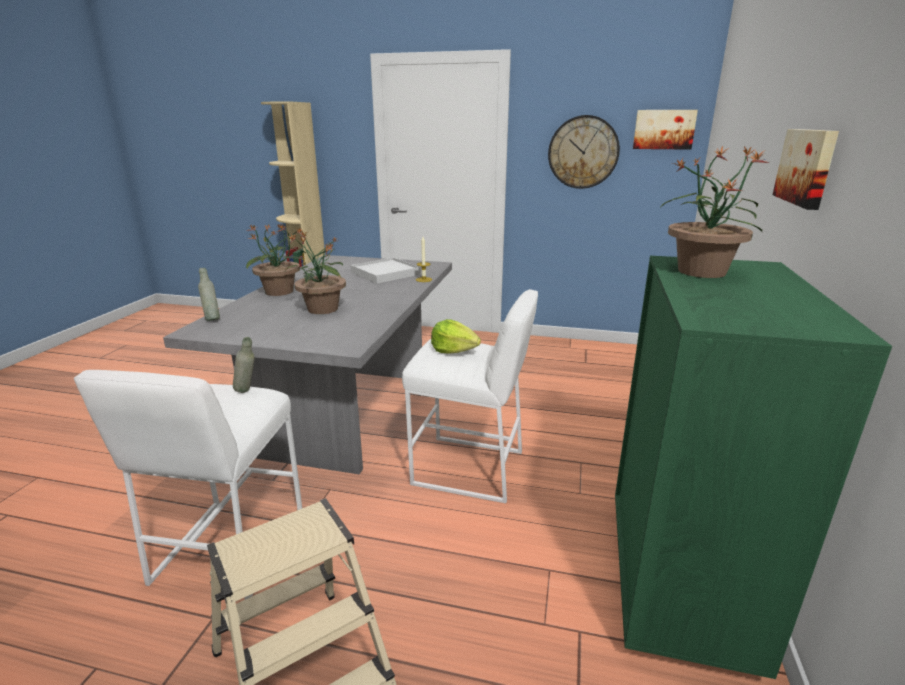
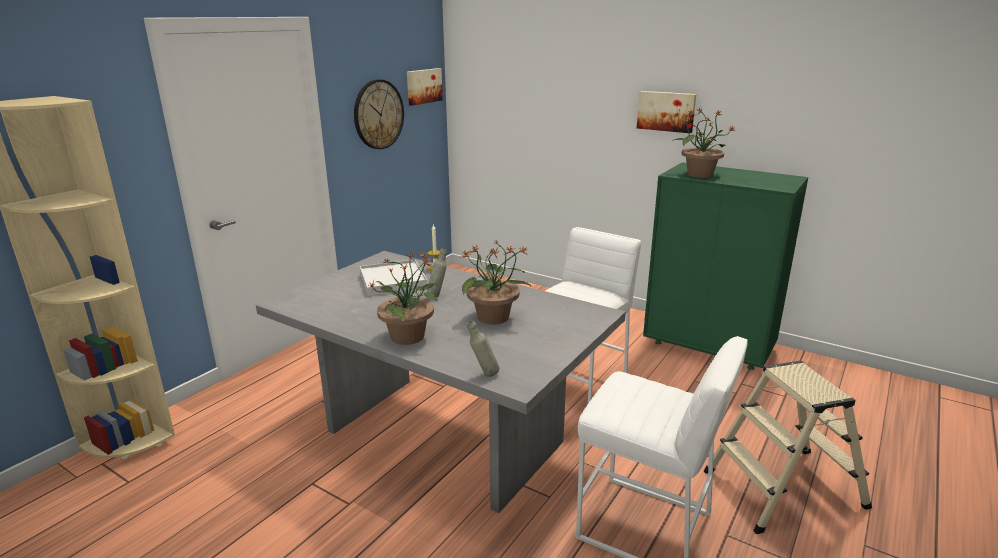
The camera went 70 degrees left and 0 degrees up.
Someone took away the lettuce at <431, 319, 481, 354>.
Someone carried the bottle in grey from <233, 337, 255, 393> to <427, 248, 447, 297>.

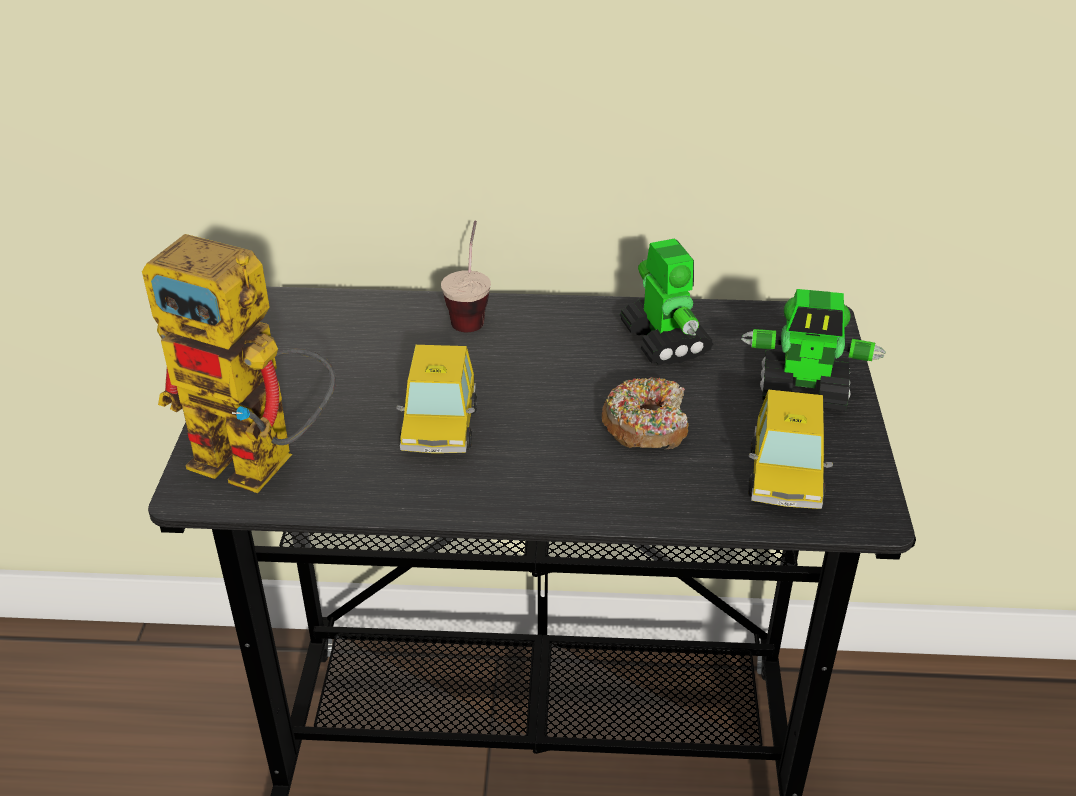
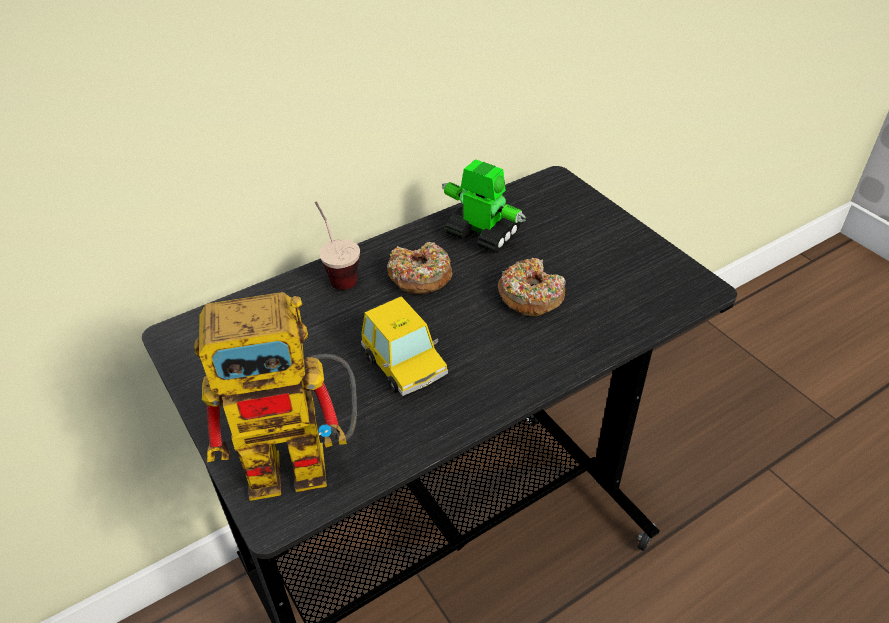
The camera went 35 degrees left and 5 degrees up.
Someone took away the robot figure at <741, 289, 886, 410>.
Someone took away the toy car at <748, 390, 833, 509>.
Someone put down the ring doughnut at <387, 242, 453, 294>.

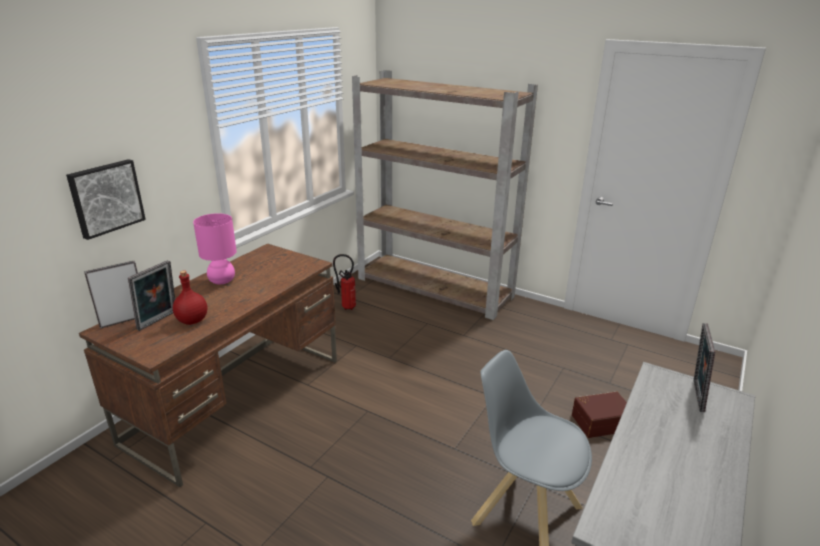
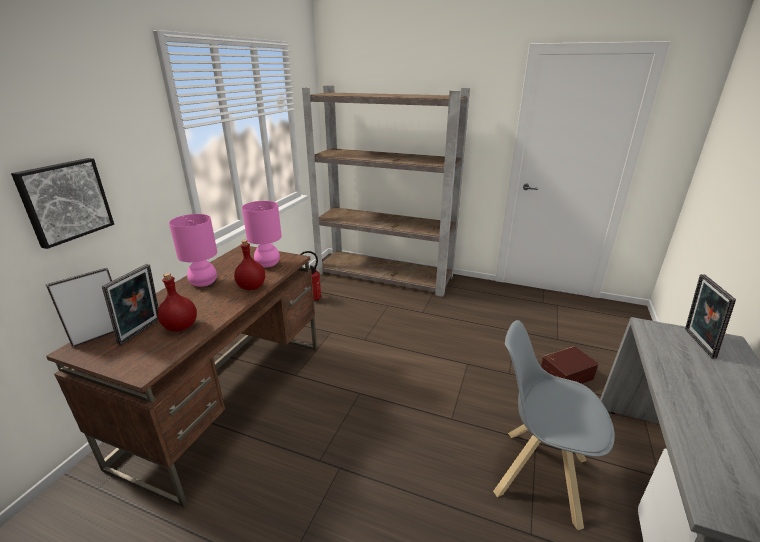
The camera went 10 degrees left and 0 degrees up.
Someone put down the table lamp in pink-coloured at <242, 201, 282, 267>.
Someone put down the bottle in red at <234, 240, 265, 290>.

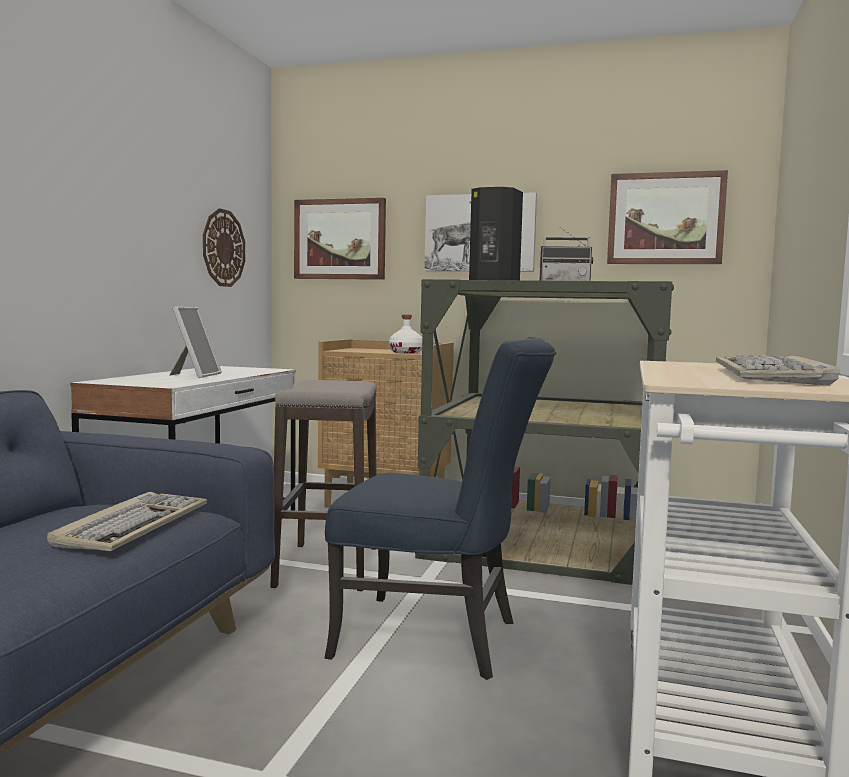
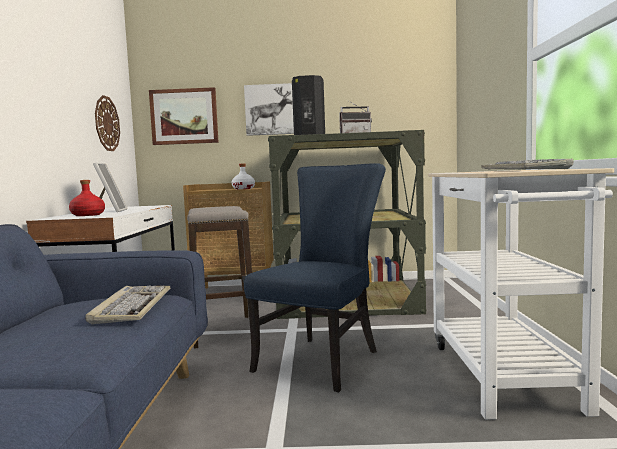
The camera went 15 degrees left and 0 degrees up.
Someone took away the wall picture at <607, 170, 728, 264>.
Someone rotated the upright chair in blue at <324, 337, 556, 680> by 60 degrees counterclockwise.
Someone put down the bottle in red at <69, 180, 105, 216>.

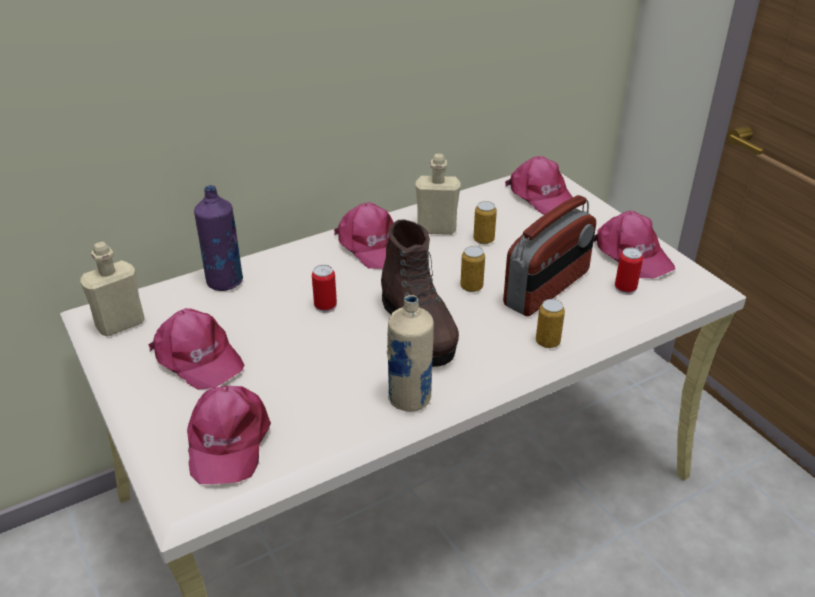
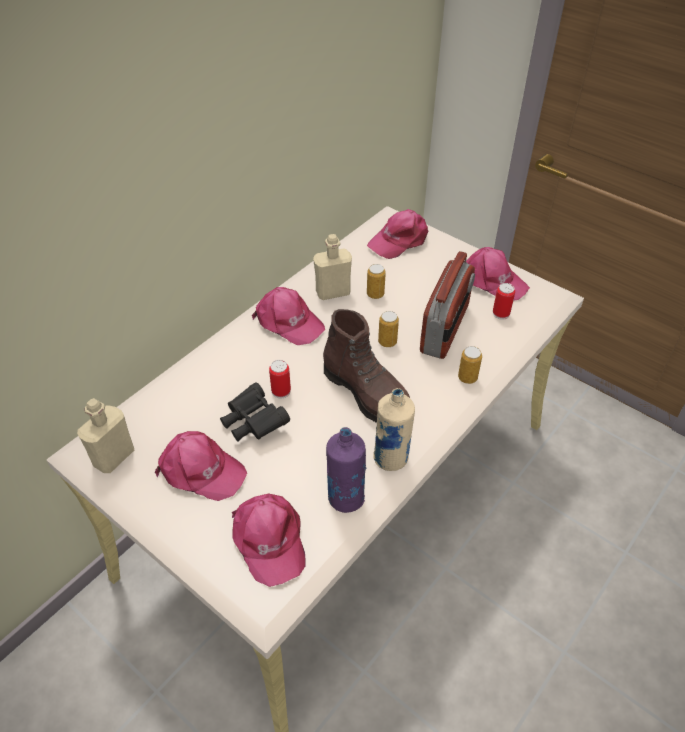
The camera went 20 degrees left and 10 degrees up.
Someone rotated the peaked cap in pink-coloured at <505, 156, 573, 215> by 105 degrees clockwise.
Someone carried the bottle in purplish from <194, 185, 243, 291> to <326, 427, 366, 513>.
Someone put down the binoculars in black-coloured at <220, 382, 290, 442>.

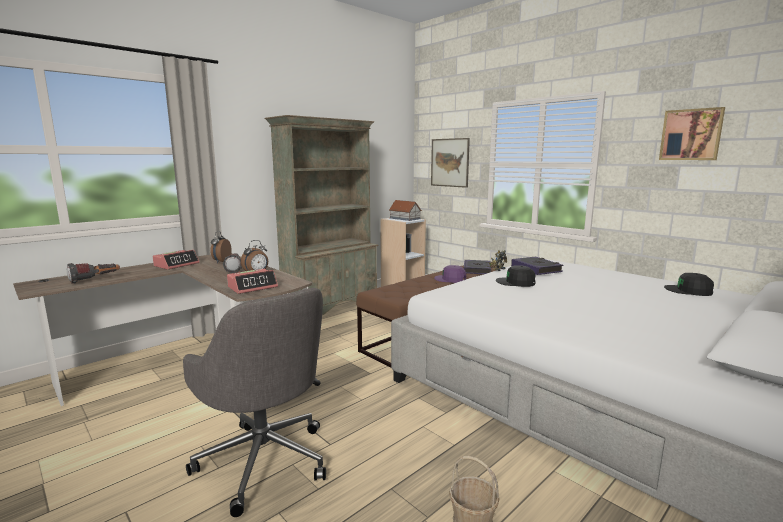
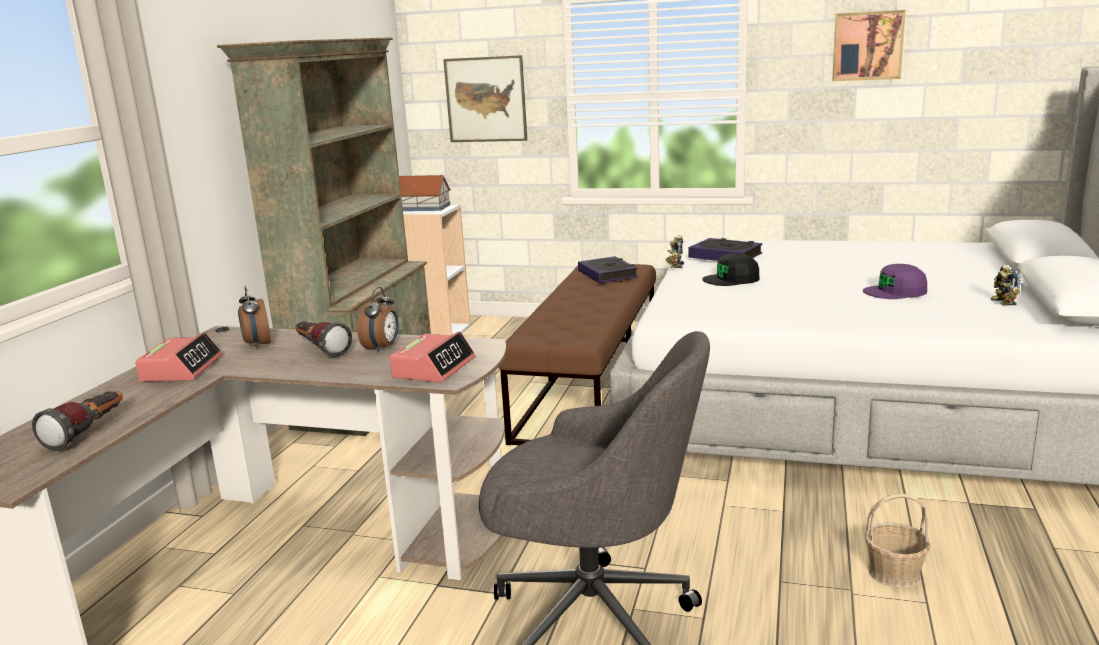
The camera went 30 degrees left and 5 degrees up.
Someone carried the peaked cap in purplish from <434, 265, 466, 283> to <863, 264, 927, 299>.
Someone took away the peaked cap in black-coloured at <664, 273, 714, 296>.
Someone put down the robot figure at <990, 265, 1021, 305>.

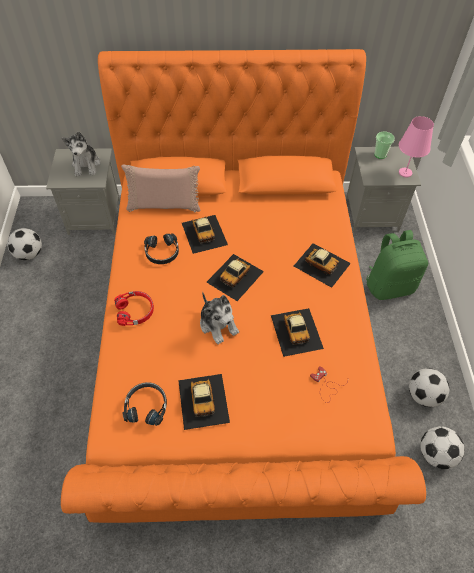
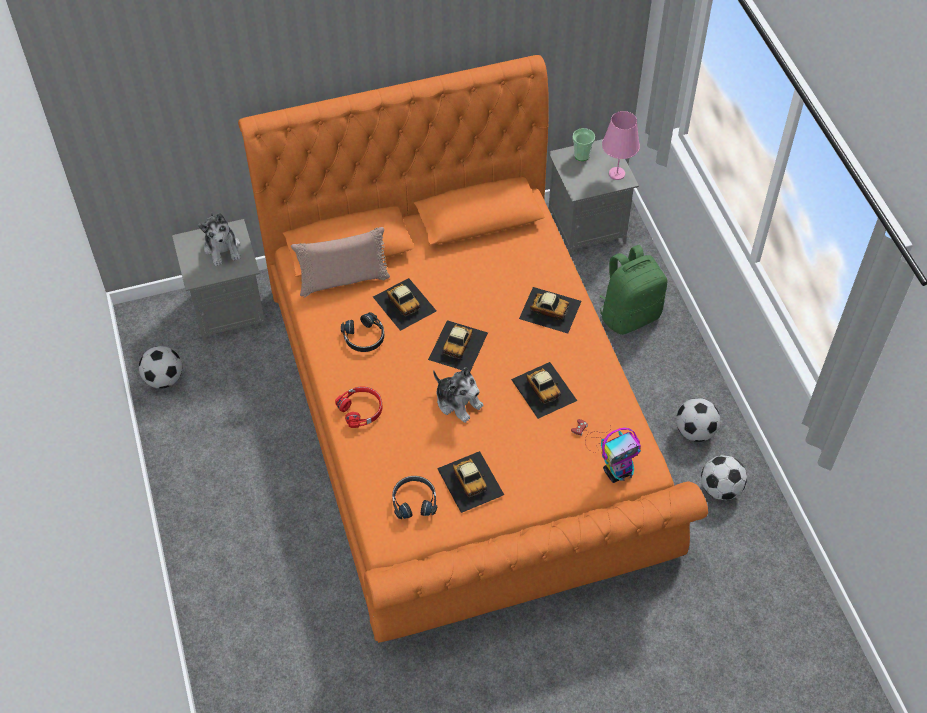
The camera went 15 degrees left and 0 degrees up.
Someone put down the robot figure at <601, 428, 641, 483>.

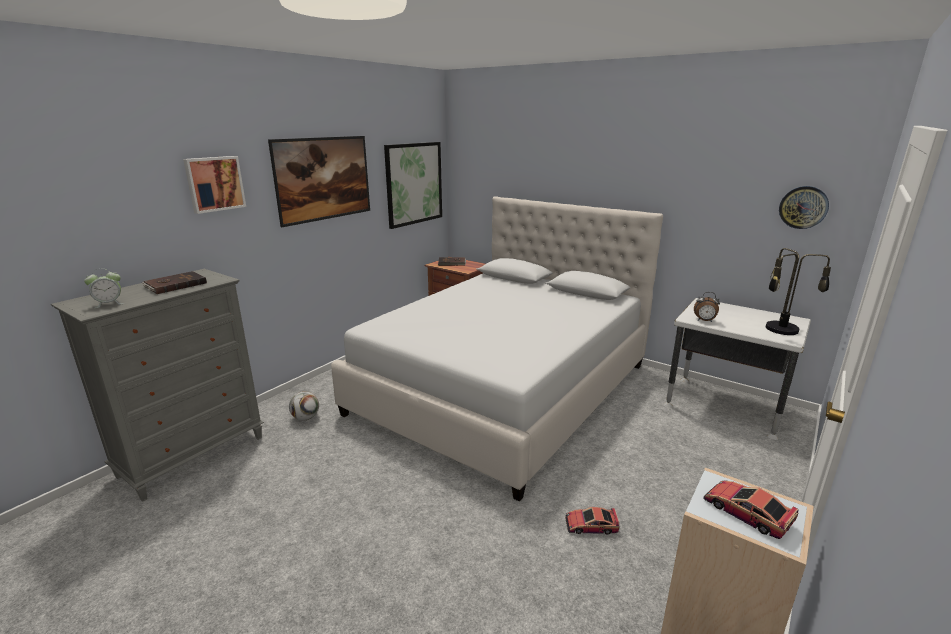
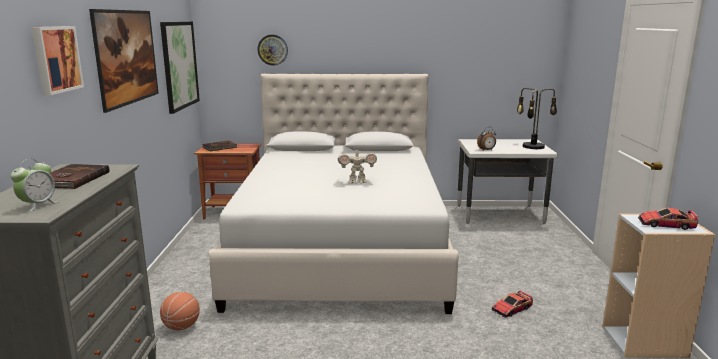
The camera went 35 degrees left and 5 degrees down.
Someone carried the clock on the wall from <779, 186, 829, 229> to <258, 35, 288, 65>.
Someone swapped the ball for football at <289, 391, 319, 420> for the basketball at <160, 292, 200, 330>.
Someone put down the robot figure at <338, 146, 377, 184>.

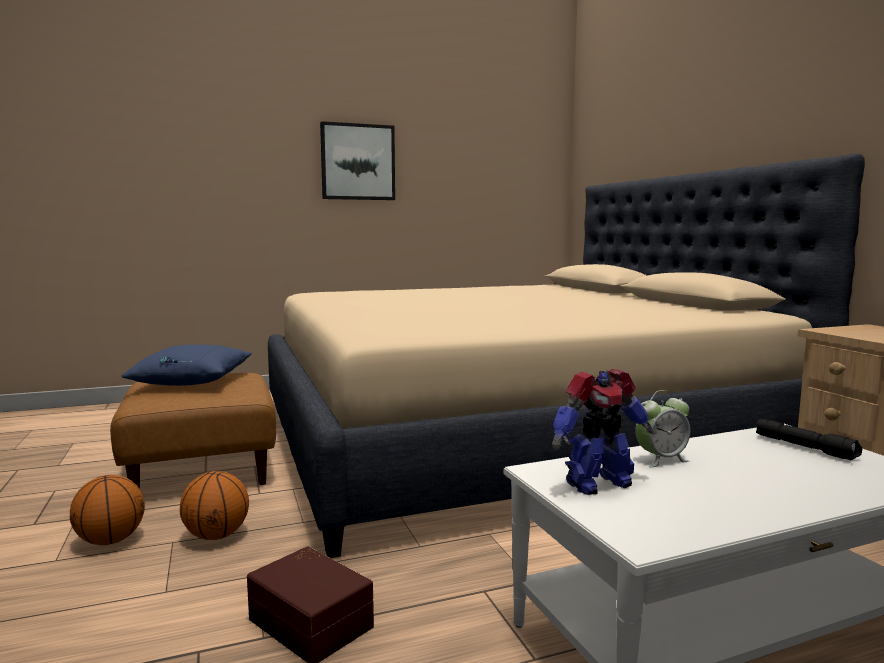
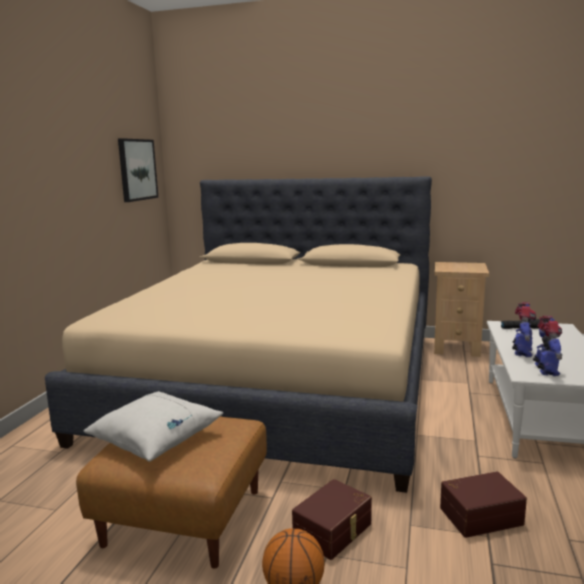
The camera went 55 degrees left and 5 degrees up.
Someone carried the wall picture from <320, 121, 395, 200> to <118, 138, 158, 202>.
Someone repainted the pillow in blue at <122, 345, 252, 386>, which became the pillow in grey at <84, 391, 223, 462>.
Someone swapped the alarm clock at <635, 390, 690, 467> for the robot figure at <512, 302, 537, 357>.
Someone swapped the basketball at <180, 471, 249, 540> for the storage bin in brown-coloured at <292, 479, 372, 560>.

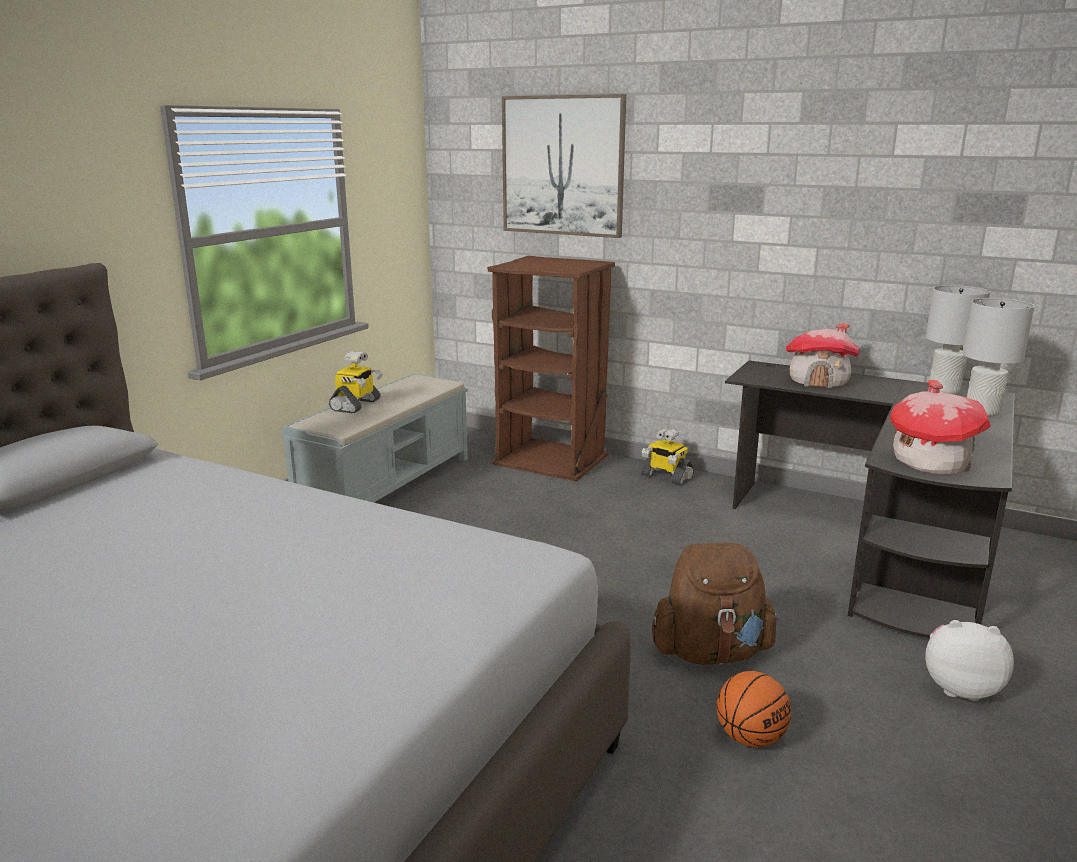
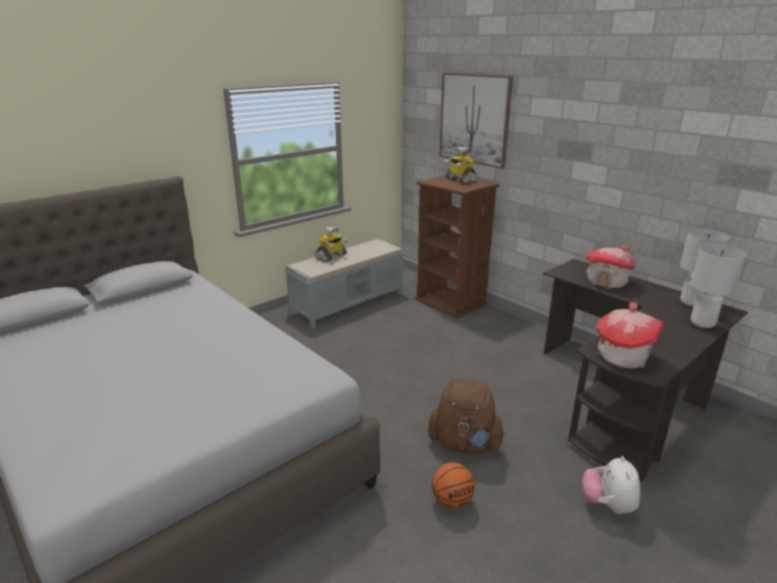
The camera went 20 degrees right and 5 degrees up.
Someone carried the robot figure from <641, 428, 694, 485> to <444, 147, 477, 184>.
Someone rotated the plush toy at <925, 620, 1014, 701> by 120 degrees counterclockwise.

